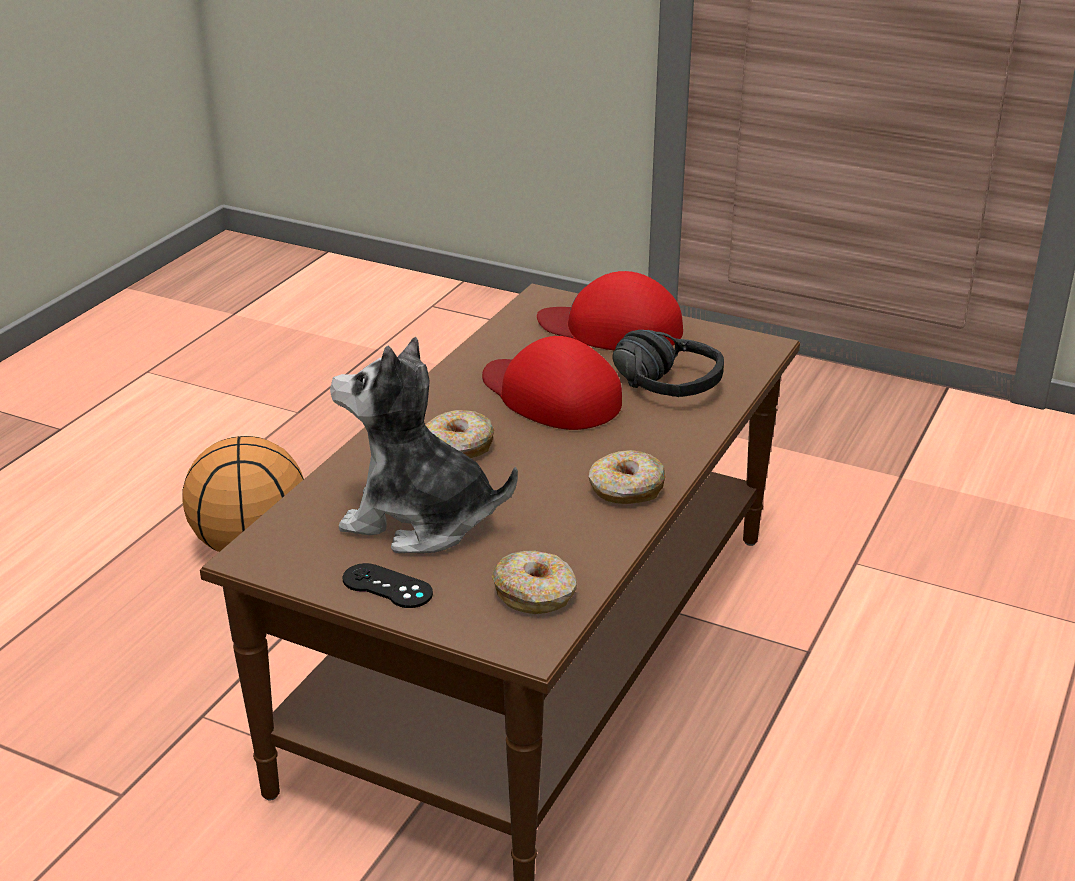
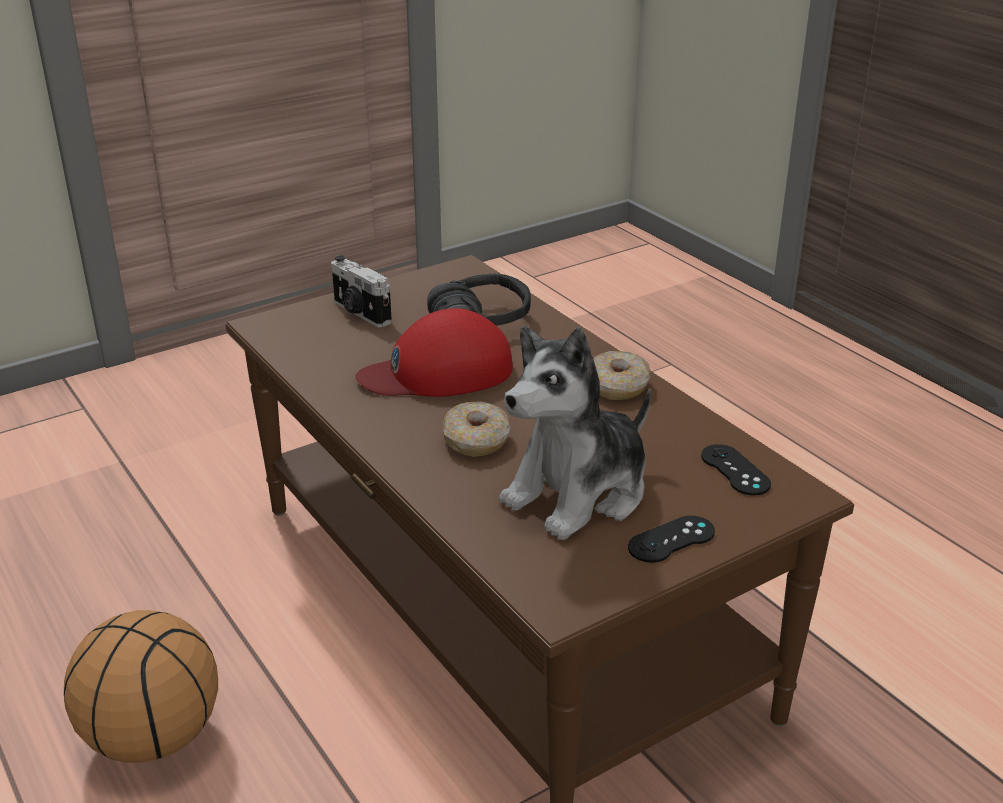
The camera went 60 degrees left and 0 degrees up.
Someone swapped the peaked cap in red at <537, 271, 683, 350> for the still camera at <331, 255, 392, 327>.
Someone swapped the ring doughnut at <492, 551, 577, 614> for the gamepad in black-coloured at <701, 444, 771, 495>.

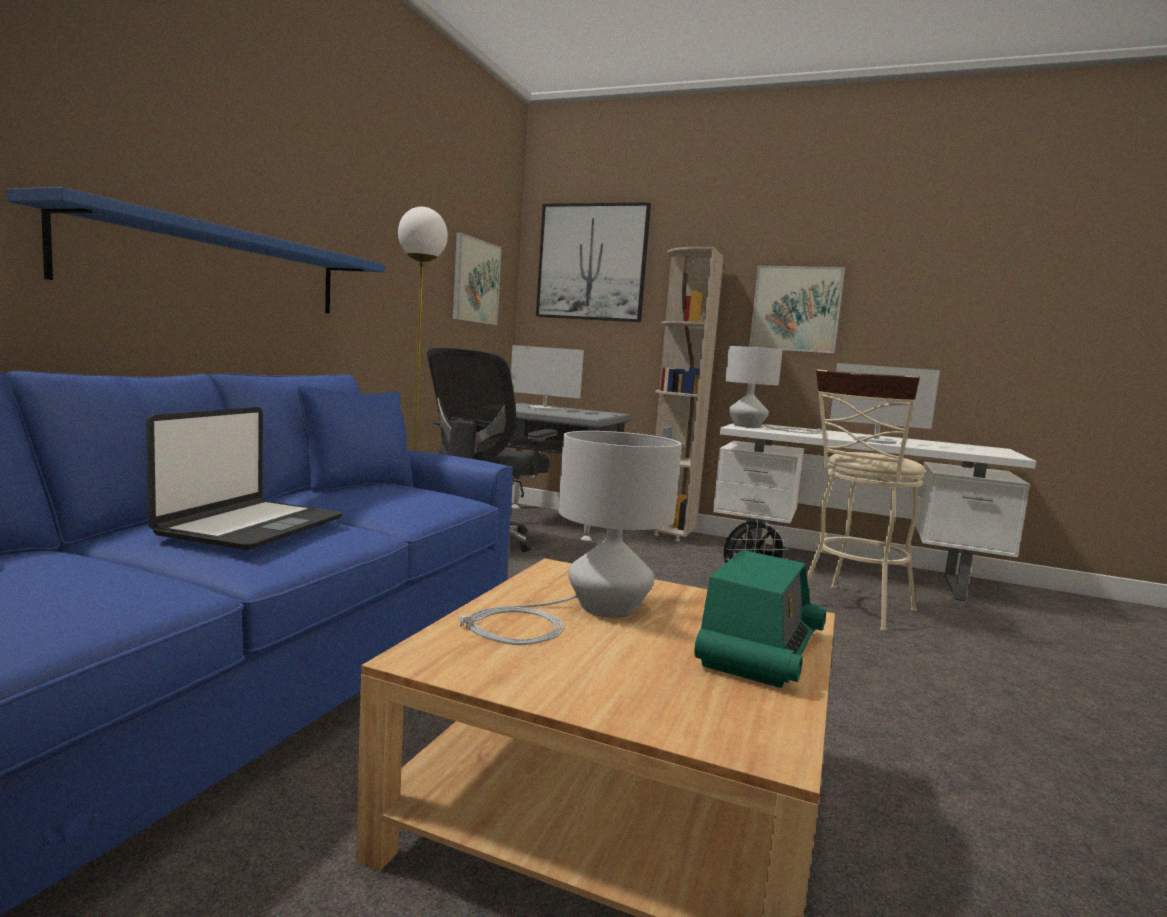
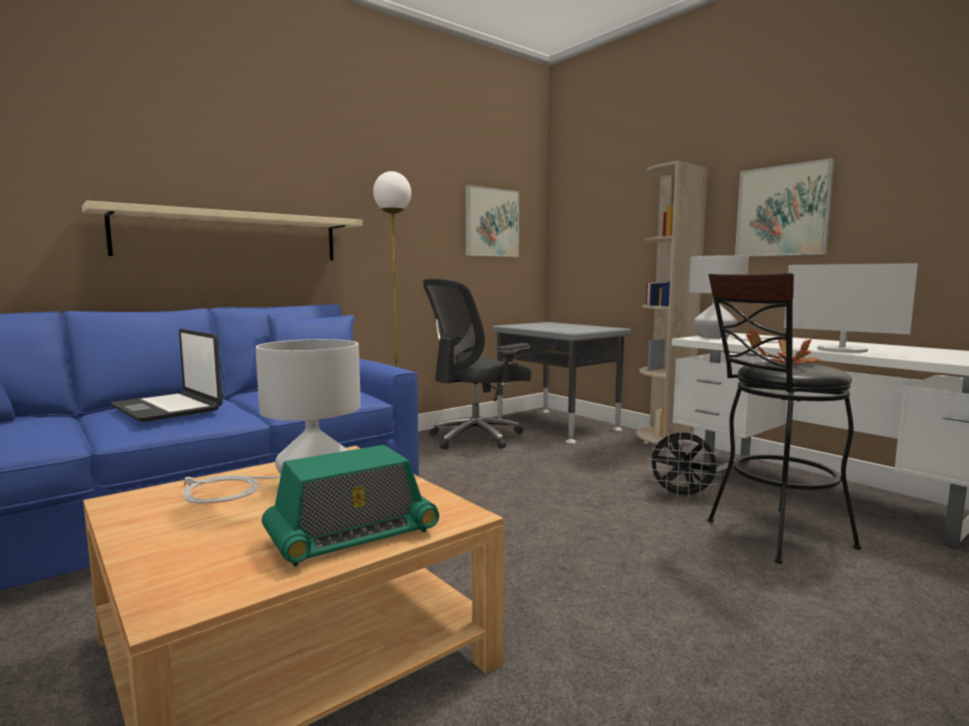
The camera went 30 degrees right and 0 degrees up.
Someone repainted the wall shelf in blue at <6, 187, 385, 314>, which became the wall shelf in beige-coloured at <82, 201, 363, 260>.
Someone took away the wall picture at <536, 202, 651, 322>.
Someone took away the monitor at <511, 345, 584, 411>.
Someone repainted the stool seat in beige-coloured at <807, 369, 925, 631>, which became the stool seat in black-coloured at <708, 273, 861, 564>.
Someone rotated the notebook computer at <146, 407, 343, 550> by 90 degrees clockwise.
Someone put down the plant in a pot at <746, 329, 820, 364>.

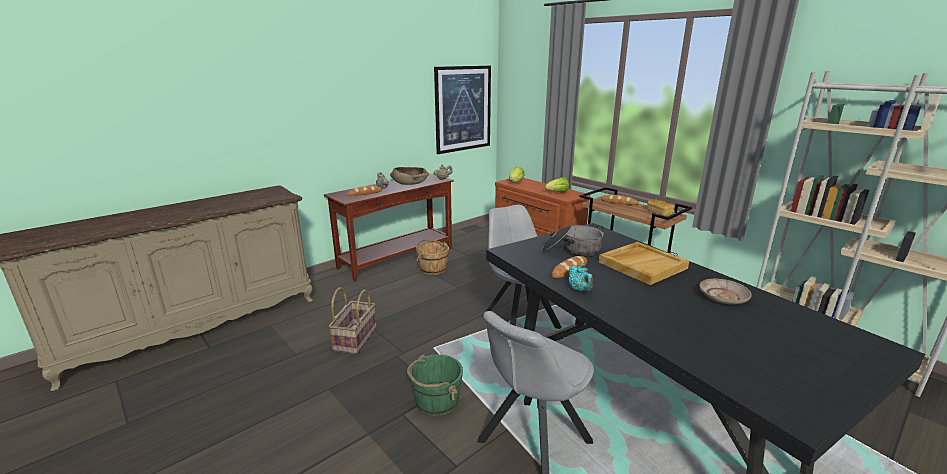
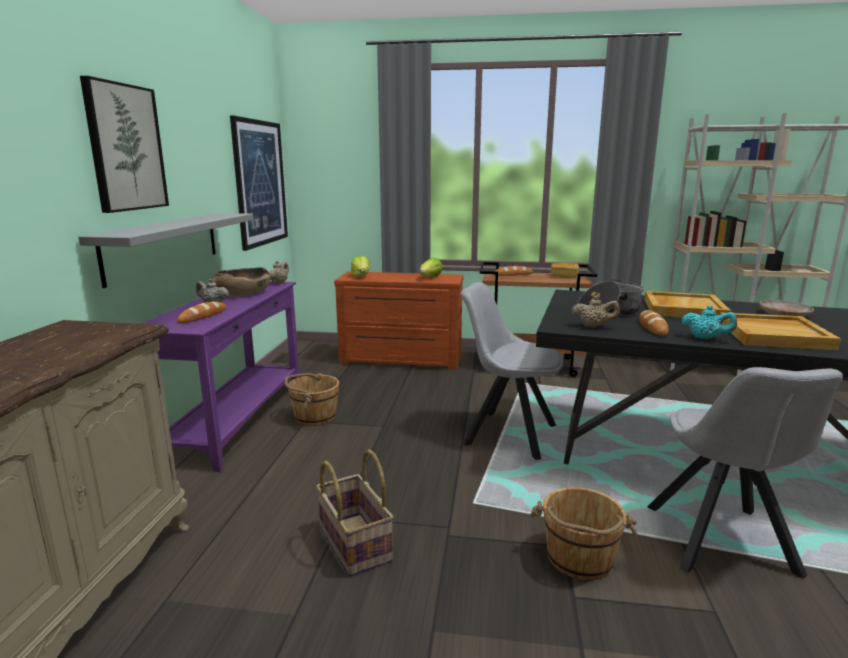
The camera went 40 degrees left and 5 degrees down.
Someone repainted the narrow table in brown-coloured at <324, 173, 454, 282>, which became the narrow table in purplish at <142, 281, 299, 472>.
Someone repainted the pail in green-coloured at <407, 354, 463, 416>, which became the pail in brown-coloured at <530, 487, 638, 580>.
Someone put up the wall picture at <80, 76, 169, 213>.
Someone put up the wall shelf in grey at <78, 213, 254, 288>.
Someone put down the pot for tea in beige-coloured at <572, 295, 620, 327>.
Someone put down the carrying tray in beige-coloured at <720, 312, 841, 350>.

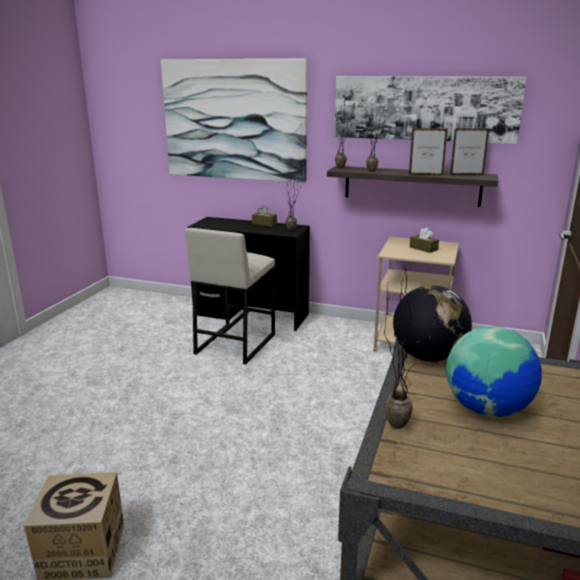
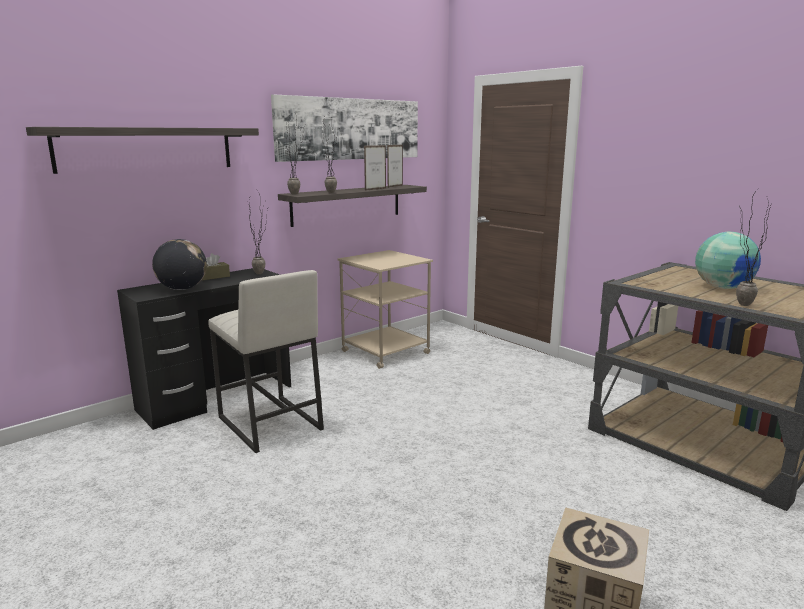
The camera went 60 degrees left and 5 degrees down.
Someone swapped the wall picture at <161, 59, 308, 183> for the wall shelf at <26, 127, 259, 174>.
Someone took away the tissue holder in brown-coloured at <410, 228, 439, 253>.
Someone carried the globe from <393, 285, 472, 362> to <152, 239, 207, 290>.

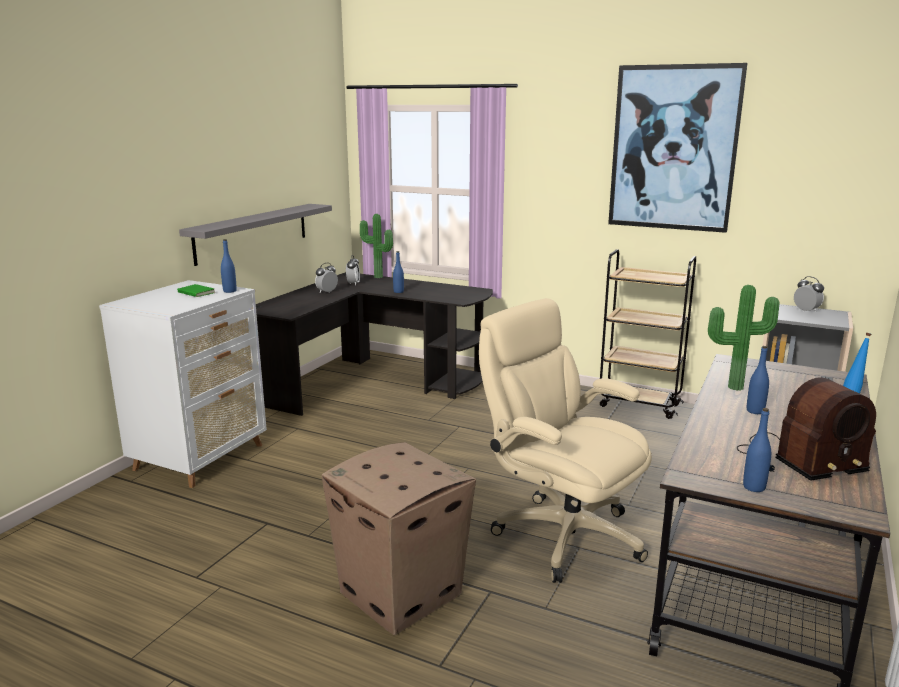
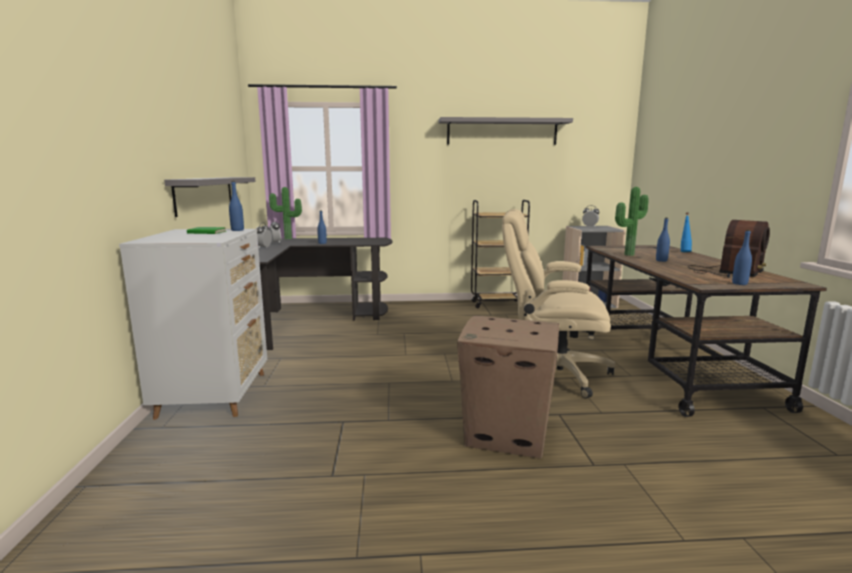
The camera went 30 degrees left and 5 degrees down.
Someone swapped the wall picture at <608, 63, 747, 233> for the wall shelf in grey at <438, 117, 573, 145>.

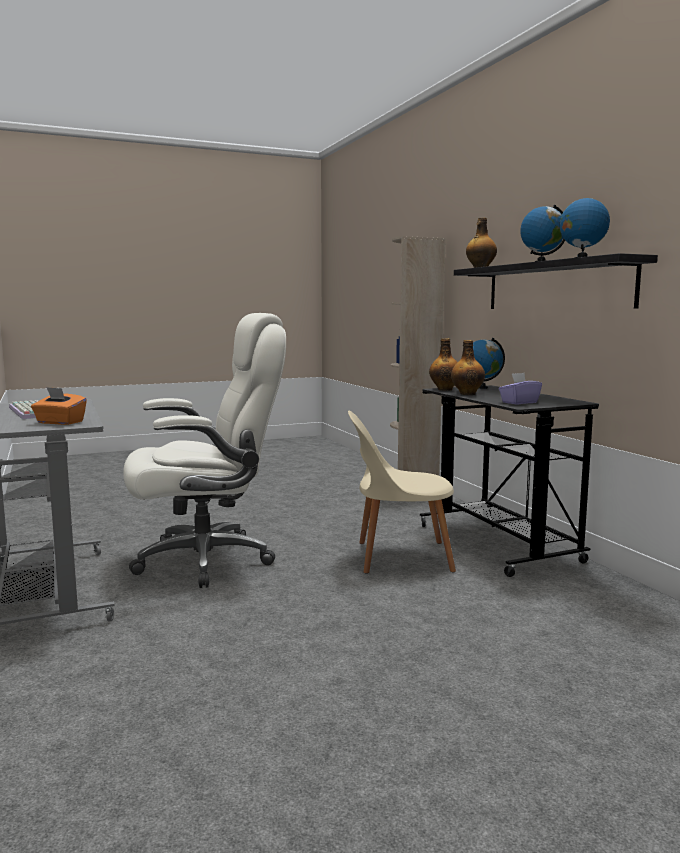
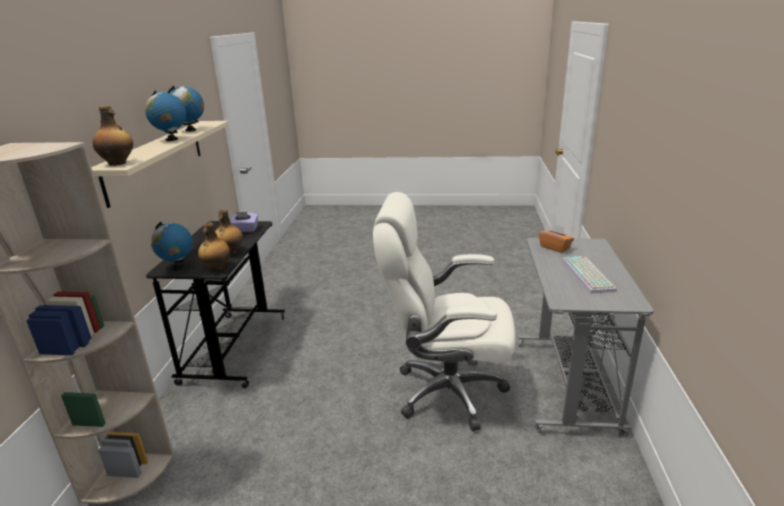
The camera went 150 degrees left and 15 degrees up.
Someone repainted the wall shelf in black-coloured at <454, 253, 658, 309>, which became the wall shelf in beige-coloured at <92, 121, 229, 208>.
Someone took away the upright chair in beige-coloured at <348, 411, 456, 574>.

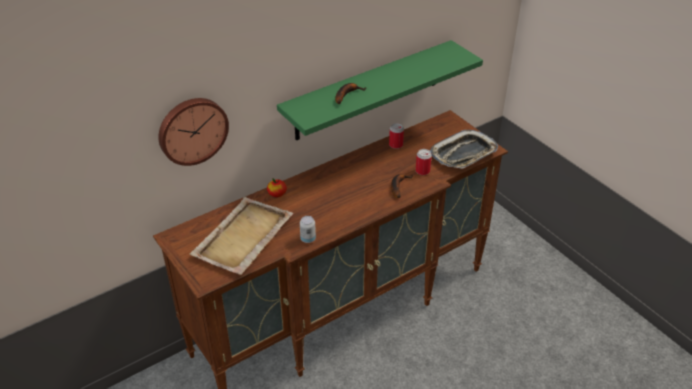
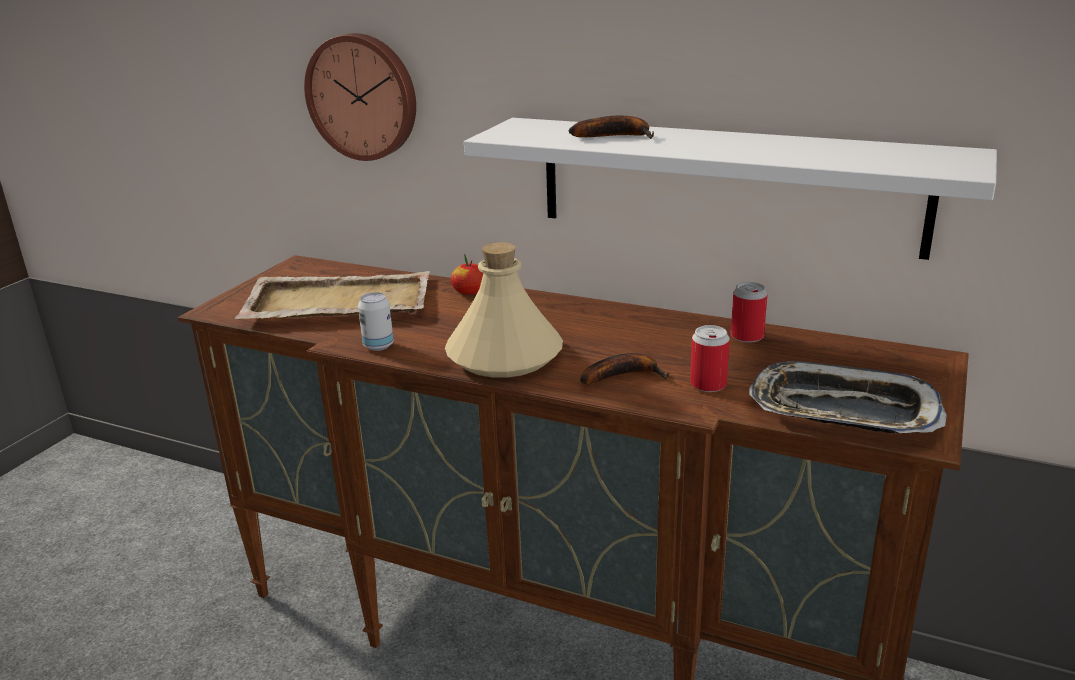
The camera went 60 degrees right and 15 degrees down.
Someone repainted the wall shelf in green-coloured at <277, 40, 483, 140>, which became the wall shelf in white-coloured at <464, 118, 997, 260>.
Someone put down the bottle in beige-coloured at <445, 242, 563, 378>.

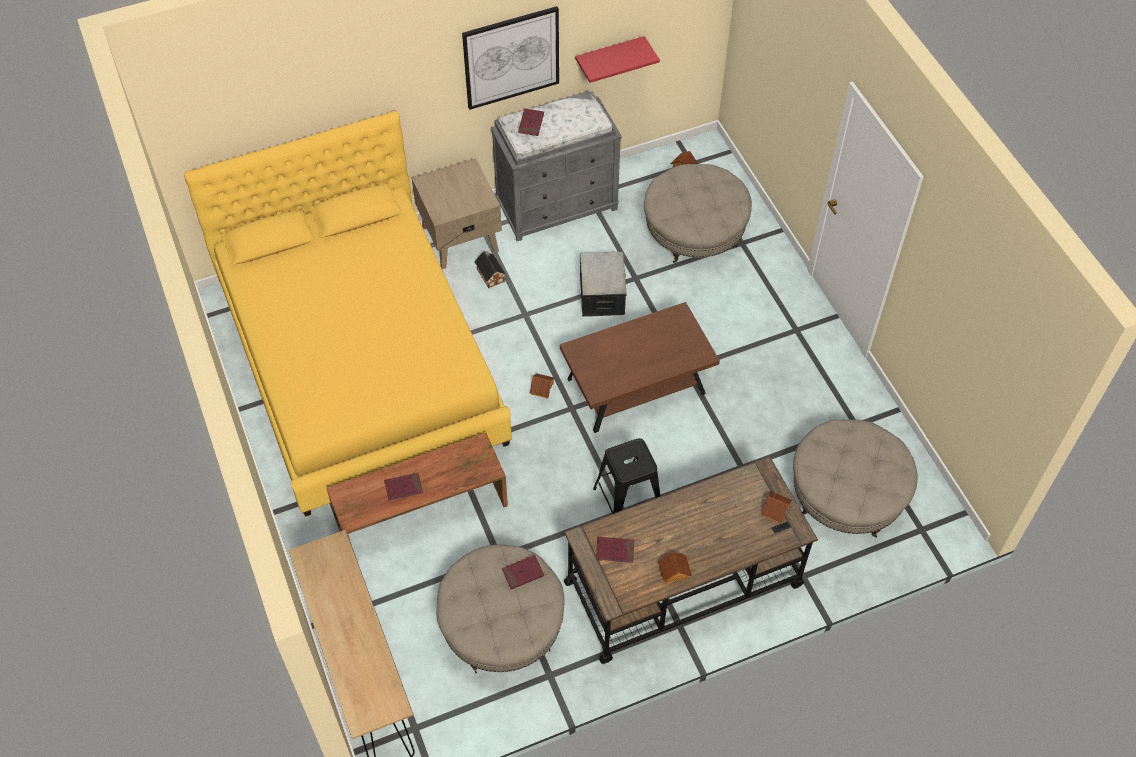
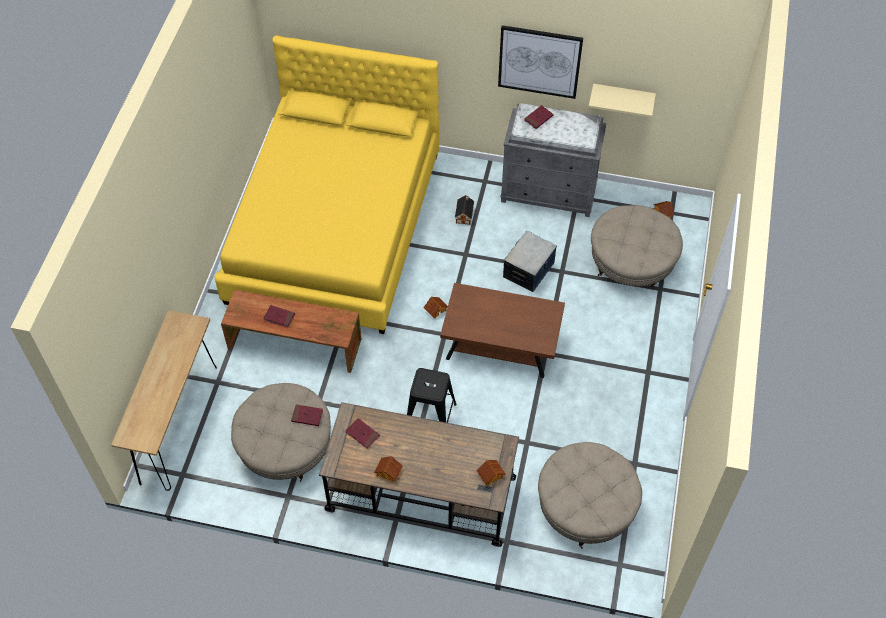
The camera went 35 degrees right and 0 degrees up.
Someone repainted the wall shelf in red at <575, 36, 660, 83>, which became the wall shelf in beige-coloured at <589, 84, 656, 118>.
Someone took away the nightstand in beige-coloured at <412, 158, 502, 269>.

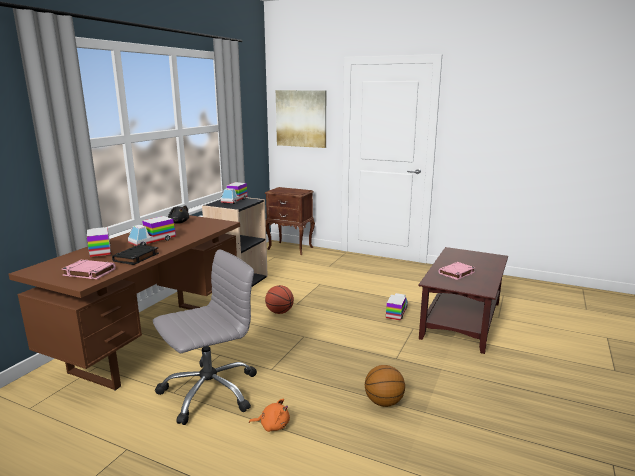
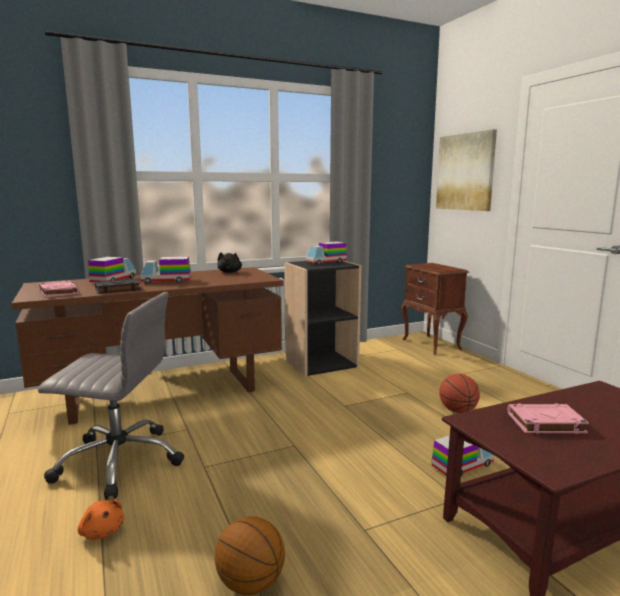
The camera went 40 degrees right and 5 degrees down.
Someone carried the basketball from <265, 285, 294, 314> to <439, 374, 480, 413>.

